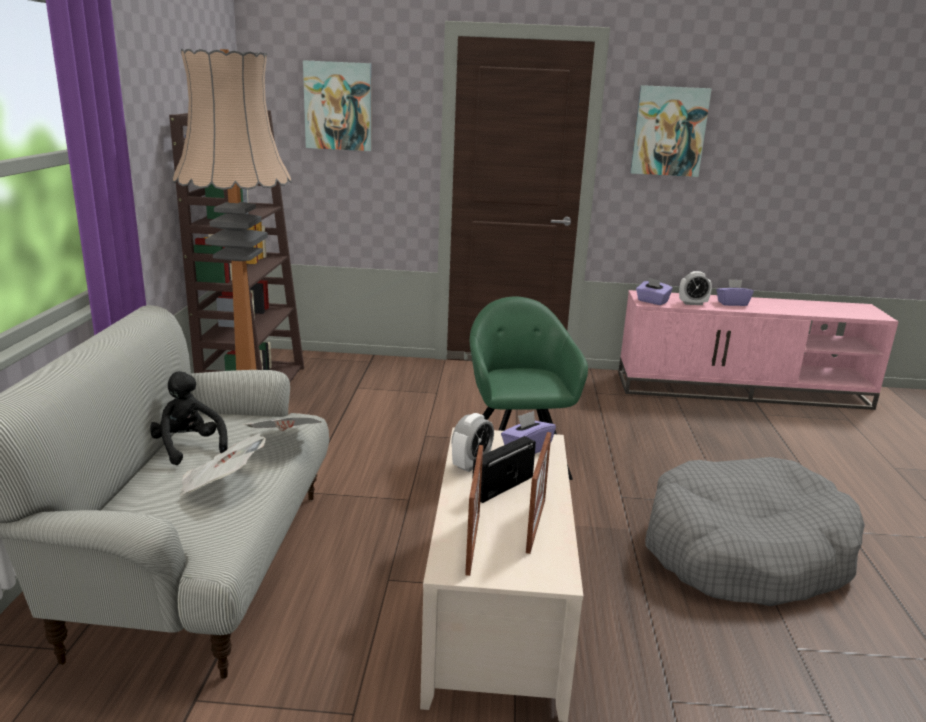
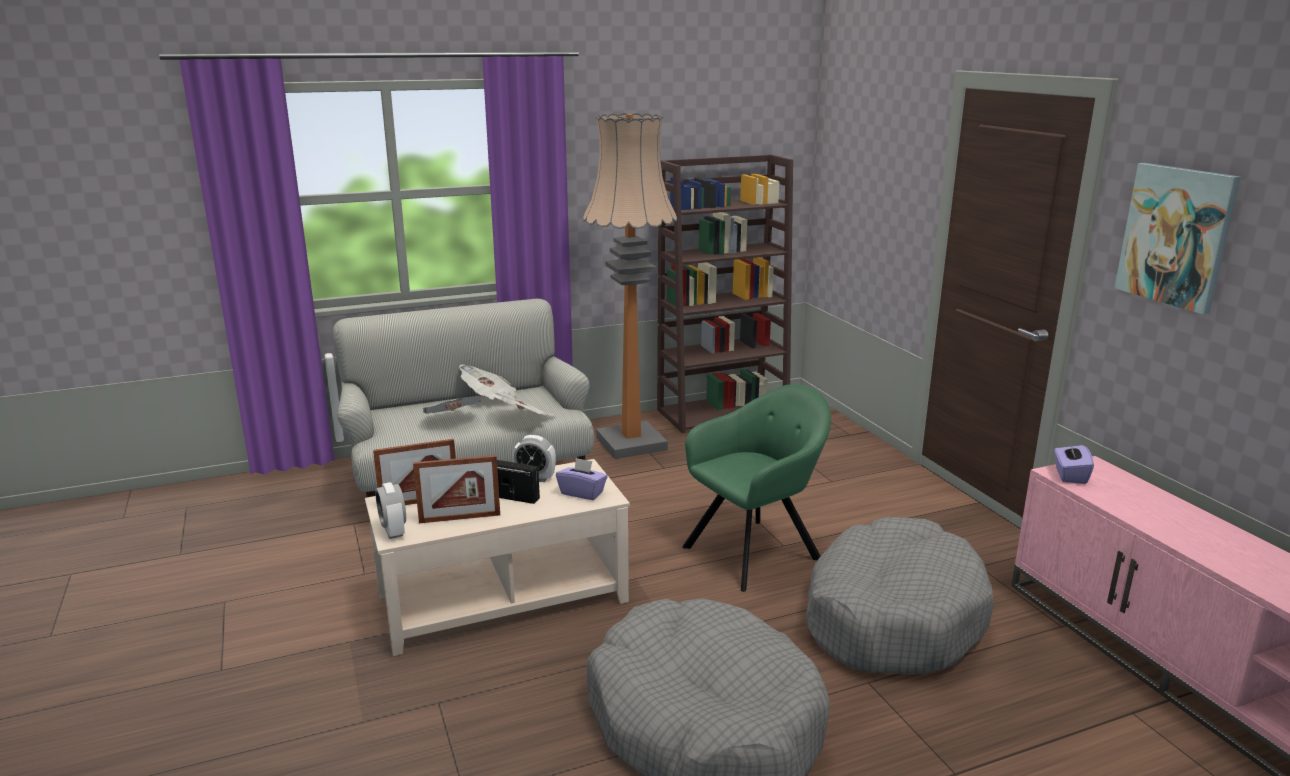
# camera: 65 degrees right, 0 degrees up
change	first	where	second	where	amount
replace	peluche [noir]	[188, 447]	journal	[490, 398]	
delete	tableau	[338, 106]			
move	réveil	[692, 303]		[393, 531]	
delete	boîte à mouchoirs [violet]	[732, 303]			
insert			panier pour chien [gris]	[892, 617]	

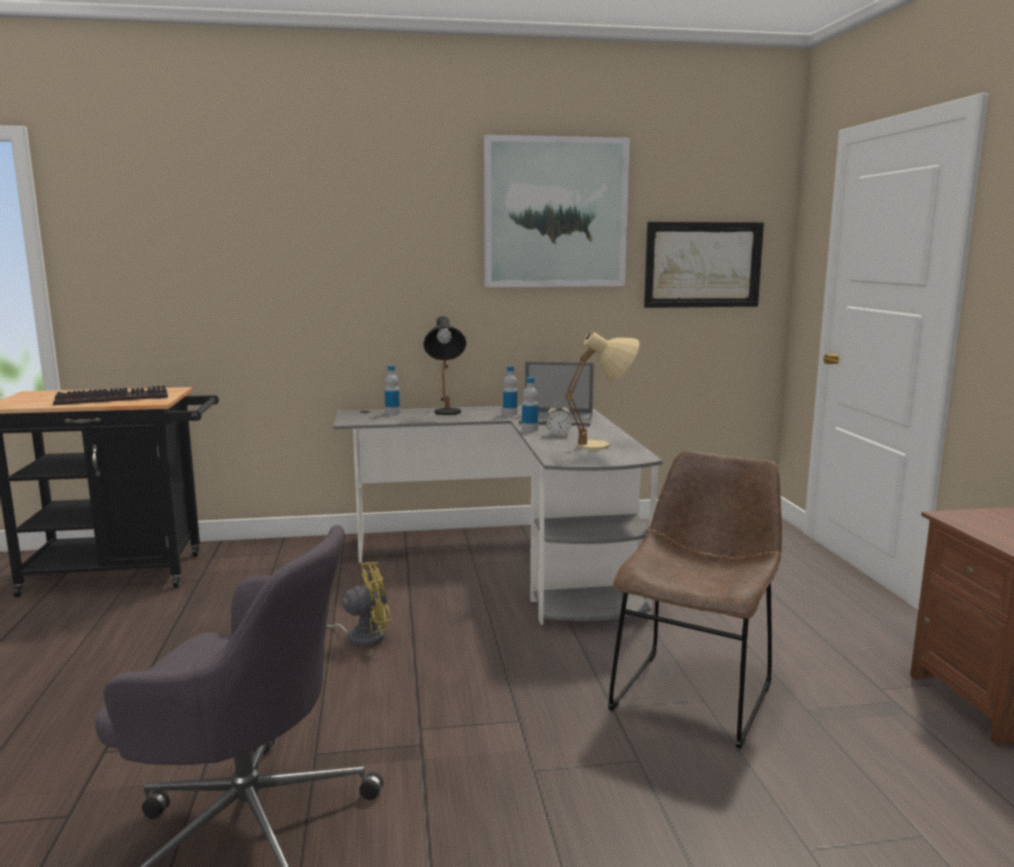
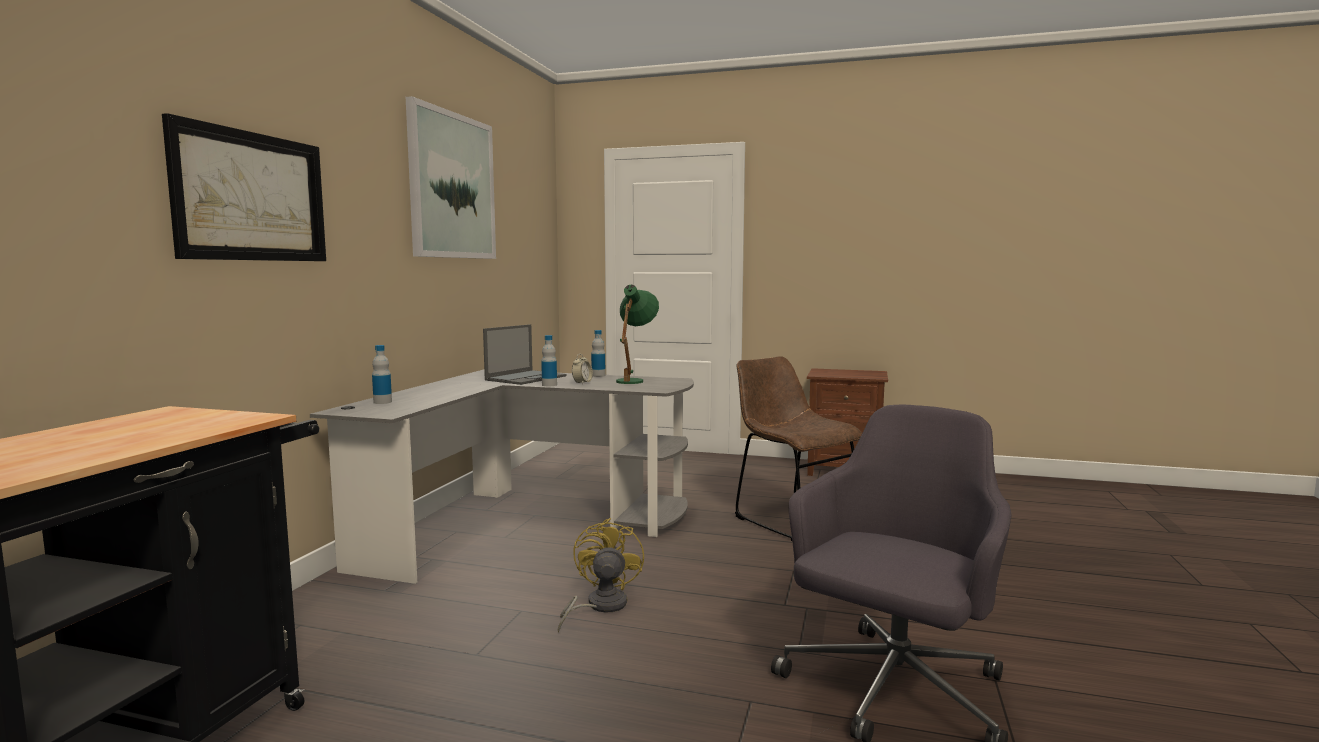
# camera: 65 degrees left, 5 degrees down
change	first	where	second	where	amount
delete	clavier	[114, 398]			
delete	lampe de table [noir]	[446, 414]			
move	bouteille	[510, 414]		[598, 375]	
recolor	lampe de table [beige]	[605, 446]	lampe de table [vert]	[634, 380]	
move	tableau	[702, 265]		[251, 197]	

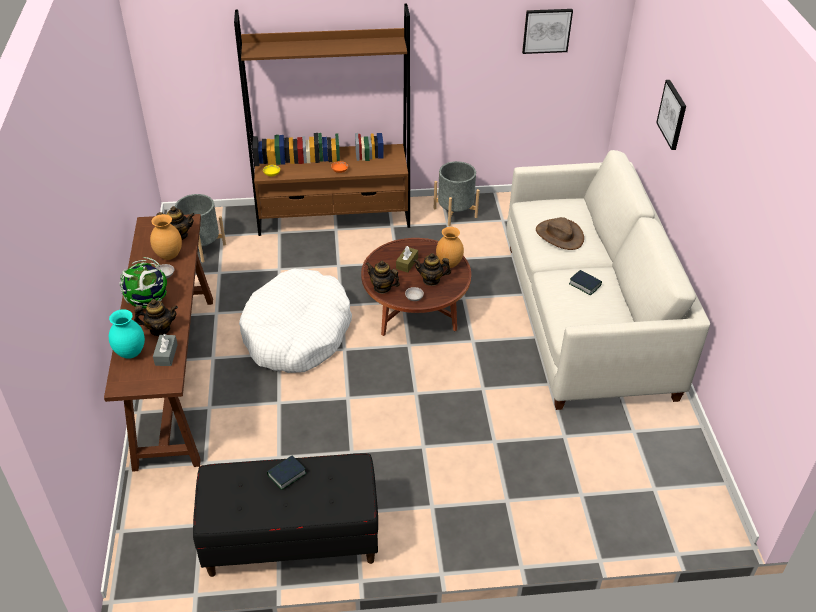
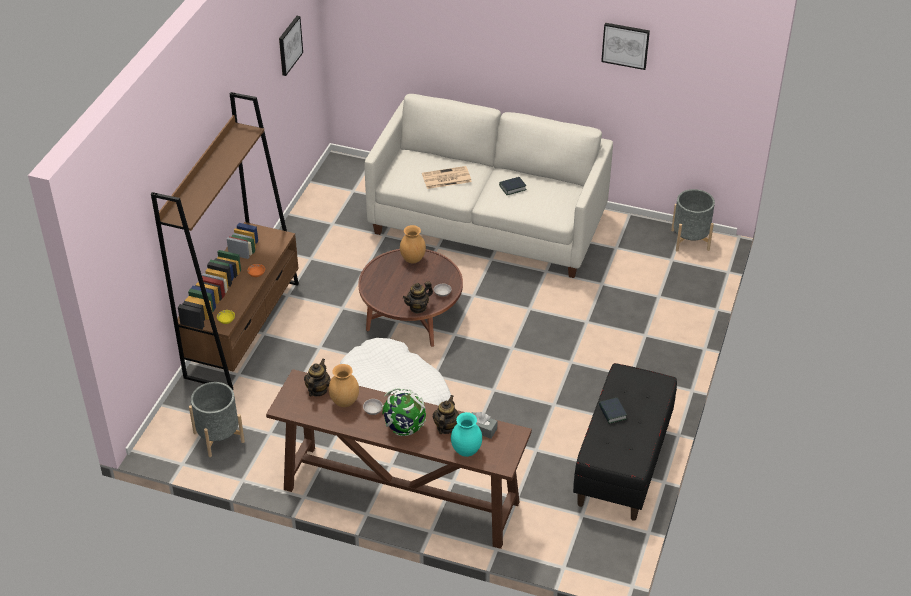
# camera: 65 degrees left, 0 degrees up
change	first	where	second	where	amount
delete	boîte à mouchoirs [marron]	[407, 263]			
delete	théière	[431, 280]			
move	cache-pot [gris]	[455, 212]		[690, 240]	
replace	chapeau [marron]	[559, 235]	journal	[446, 178]	
move	tableau	[672, 114]		[625, 45]	

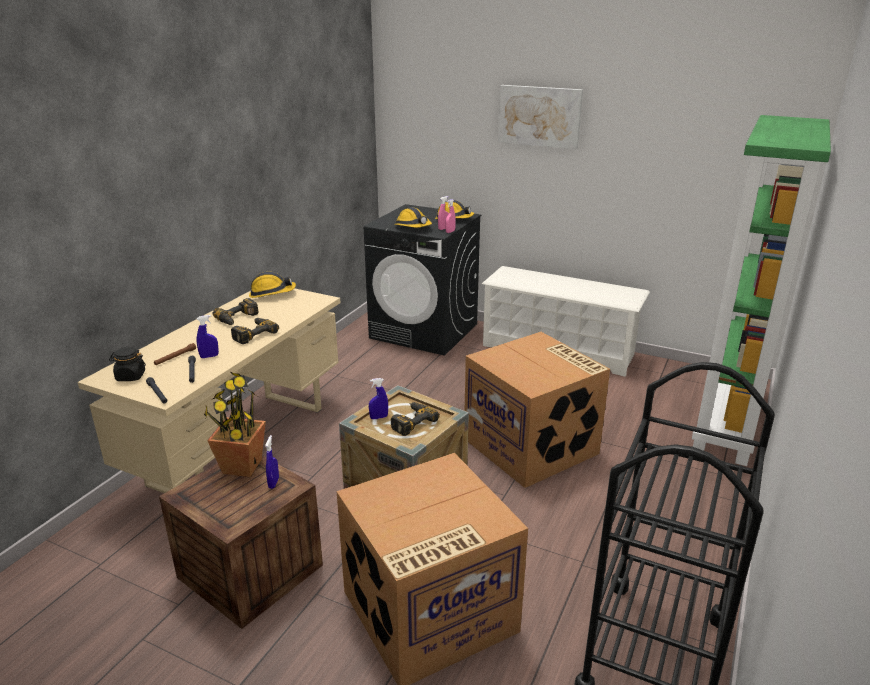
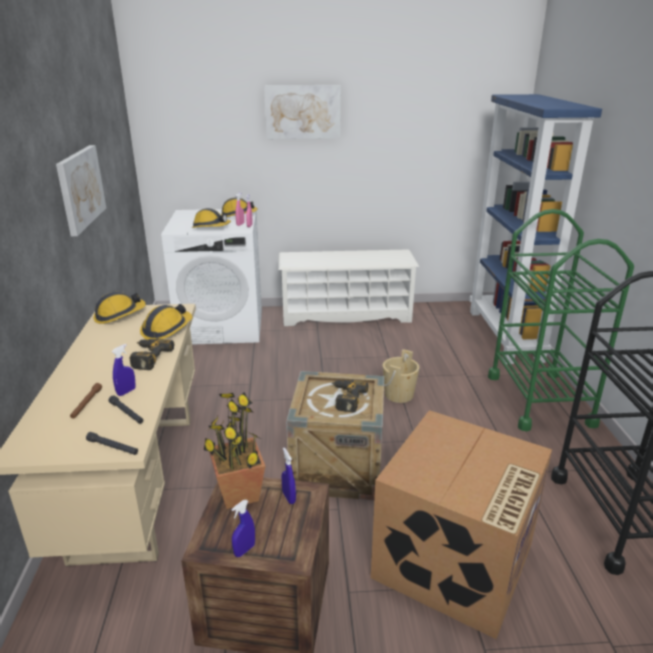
# camera: 30 degrees left, 0 degrees up
change	first	where	second	where	amount
delete	bocal [noir]	[130, 376]			
delete	perceuse	[239, 318]			
recolor	lave-linge [noir]	[424, 331]	lave-linge [blanc]	[222, 326]	
move	vaporisateur [bleu]	[379, 417]		[244, 550]	
replace	carton	[532, 446]	seau [beige]	[399, 395]	
recolor	bibliothèque [vert]	[728, 421]	bibliothèque [bleu]	[505, 335]	
insert			tableau	[80, 188]	
insert			casque de chantier	[166, 329]	
insert			chariot [vert]	[539, 399]	

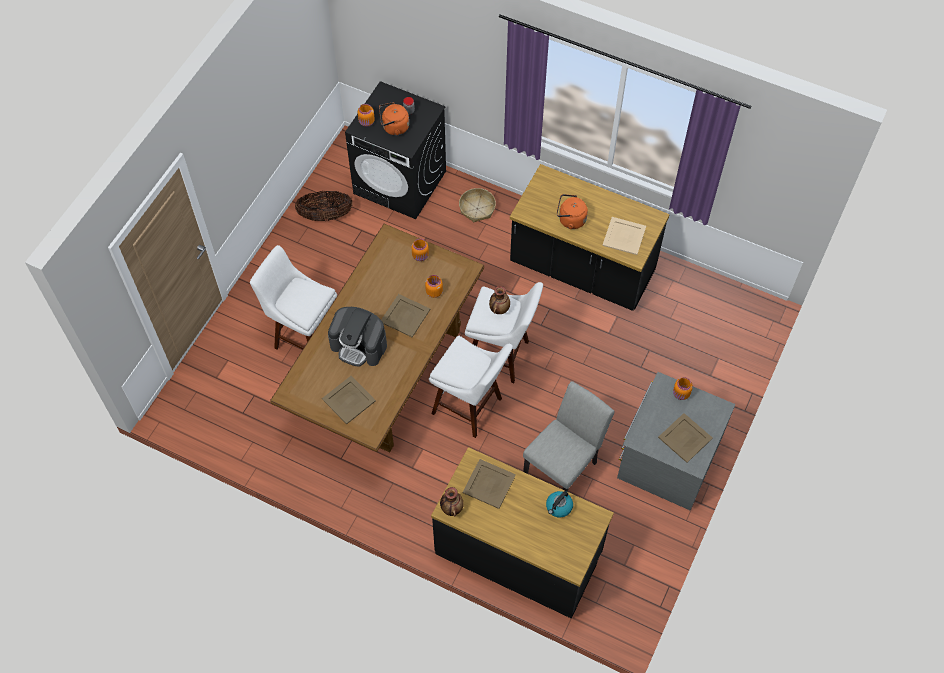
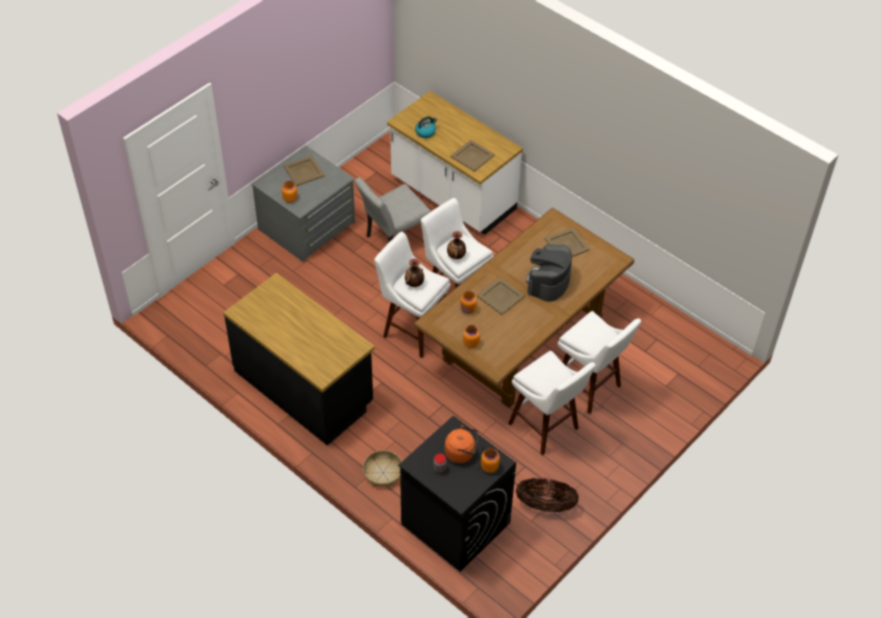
# camera: 165 degrees left, 10 degrees down
change	first	where	second	where	amount
rotate	machine à café	[359, 345]		[548, 282]	105 degrees counterclockwise
recolor	comptoir de cuisine [noir]	[518, 553]	comptoir de cuisine [blanc]	[452, 195]	
move	vase	[451, 508]		[456, 256]	
delete	bouilloire [orange]	[570, 220]			
delete	plateau [beige]	[623, 236]			
insert			tabouret [blanc]	[546, 429]	

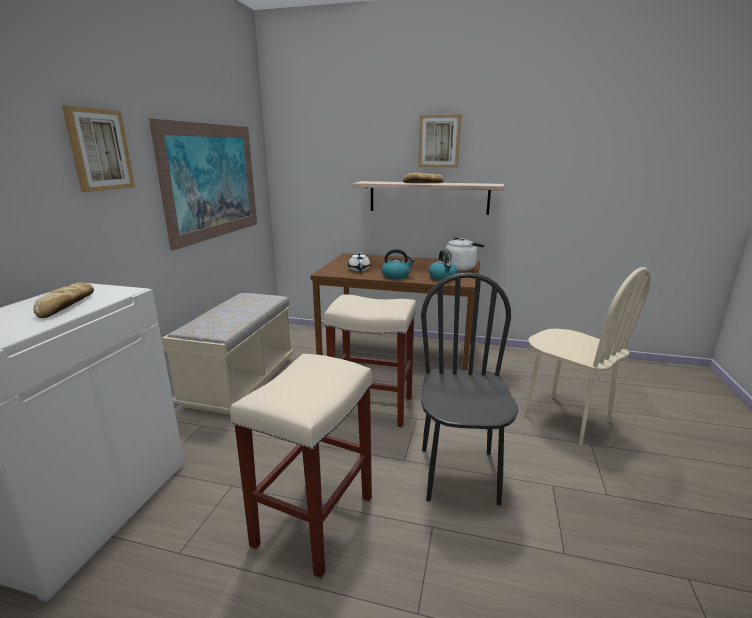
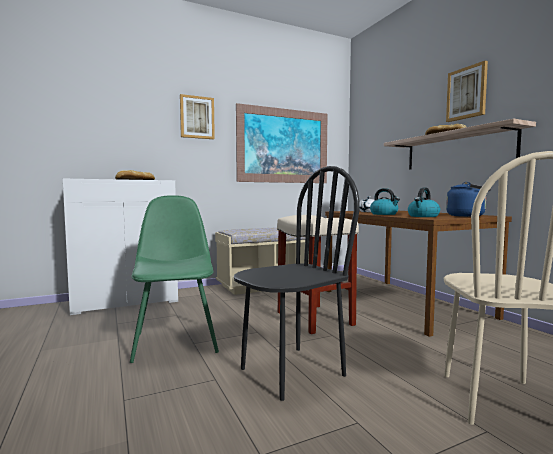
# camera: 50 degrees right, 15 degrees down
change	first	where	second	where	amount
replace	tabouret [beige]	[314, 519]	chaise [vert]	[176, 341]	
recolor	bouilloire [blanc]	[461, 268]	bouilloire [bleu]	[468, 216]	

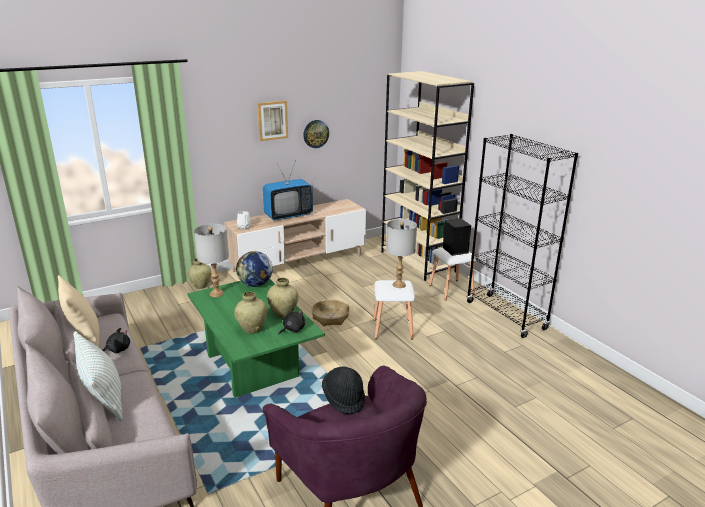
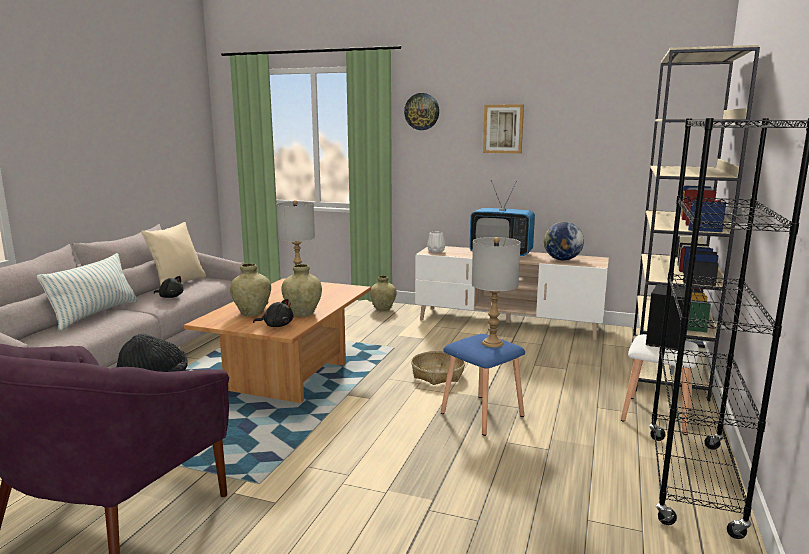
# camera: 50 degrees right, 10 degrees down
change	first	where	second	where	amount
recolor	table basse [vert]	[255, 366]	table basse [marron]	[290, 378]	
move	globe	[255, 284]		[562, 260]	
move	horloge murale	[315, 134]		[422, 111]	
recolor	tabouret [blanc]	[393, 329]	tabouret [bleu]	[481, 415]	

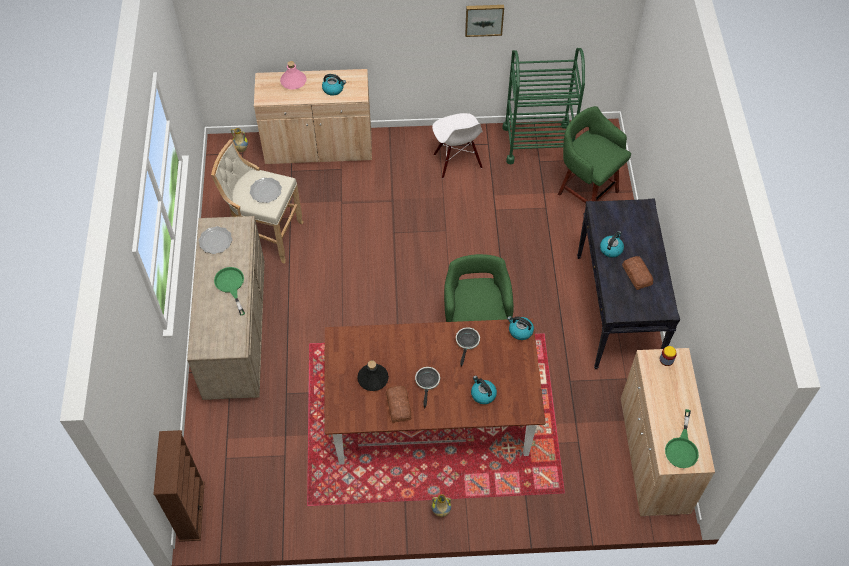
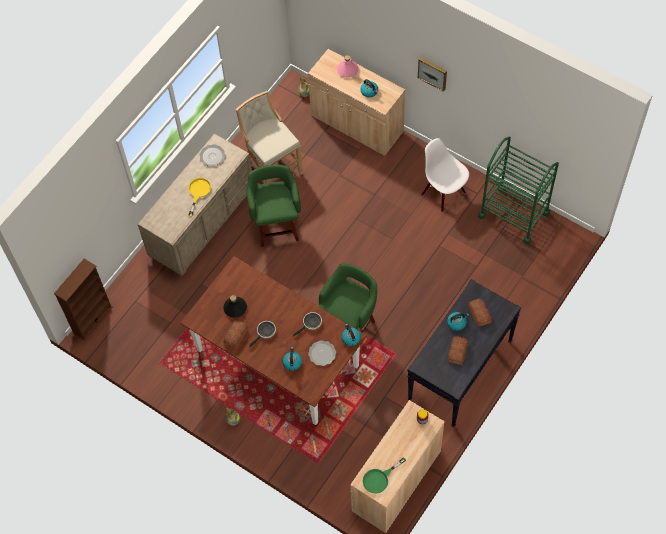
# camera: 40 degrees right, 5 degrees up
change	first	where	second	where	amount
recolor	poêle [vert]	[231, 286]	poêle [jaune]	[198, 192]	
move	assiette	[266, 191]		[322, 354]	
rotate	chaise [blanc]	[457, 161]		[443, 193]	120 degrees clockwise
move	tableau	[484, 19]		[433, 73]	
move	tabouret [vert]	[586, 191]		[276, 226]	
insert			pain	[480, 313]	

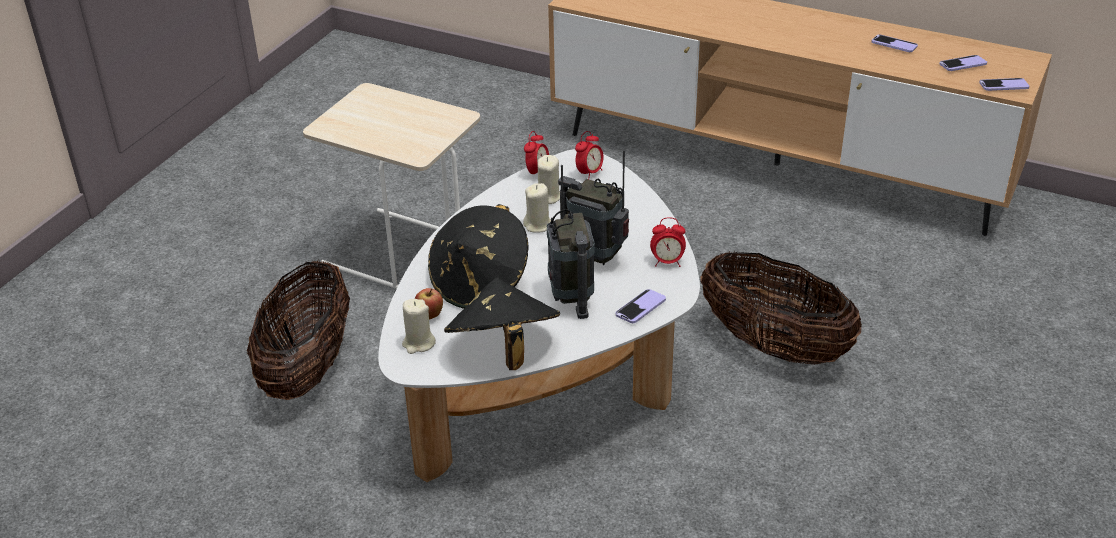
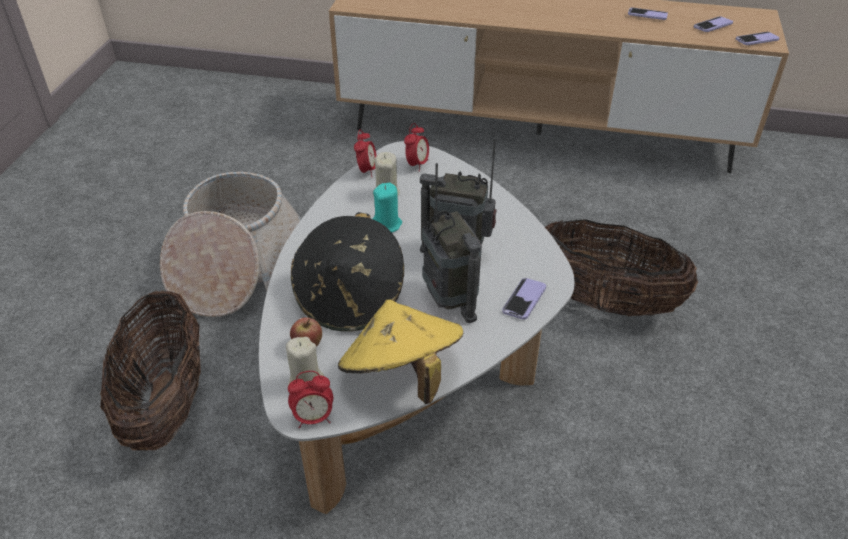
# camera: 15 degrees left, 5 degrees up
change	first	where	second	where	amount
replace	table d'appoint [beige]	[404, 256]	panier	[235, 265]	
recolor	chapeau [noir]	[503, 350]	chapeau [jaune]	[401, 375]	
recolor	bougie [beige]	[538, 225]	bougie [turquoise]	[387, 224]	
move	réveil	[667, 262]		[313, 418]	

